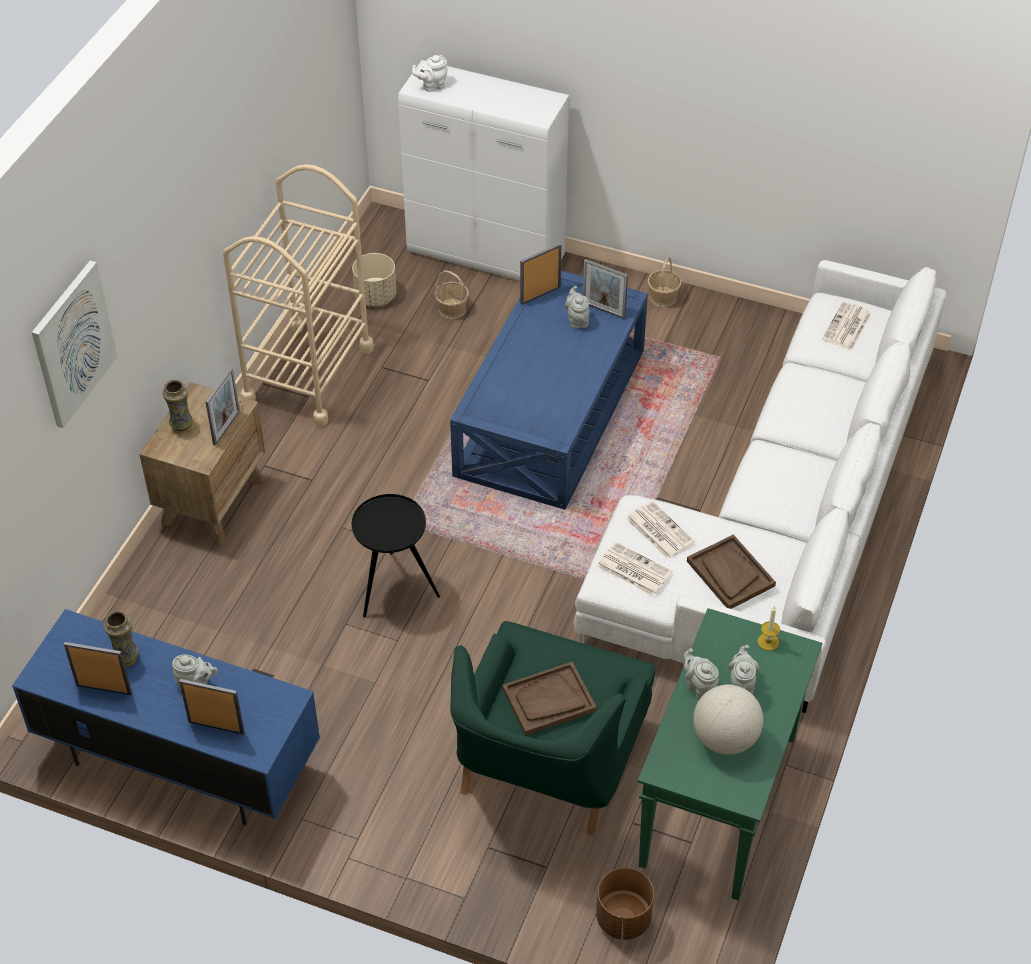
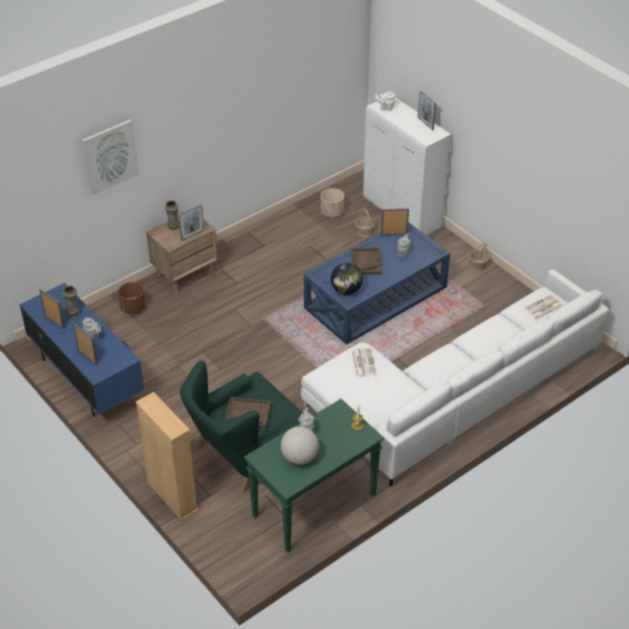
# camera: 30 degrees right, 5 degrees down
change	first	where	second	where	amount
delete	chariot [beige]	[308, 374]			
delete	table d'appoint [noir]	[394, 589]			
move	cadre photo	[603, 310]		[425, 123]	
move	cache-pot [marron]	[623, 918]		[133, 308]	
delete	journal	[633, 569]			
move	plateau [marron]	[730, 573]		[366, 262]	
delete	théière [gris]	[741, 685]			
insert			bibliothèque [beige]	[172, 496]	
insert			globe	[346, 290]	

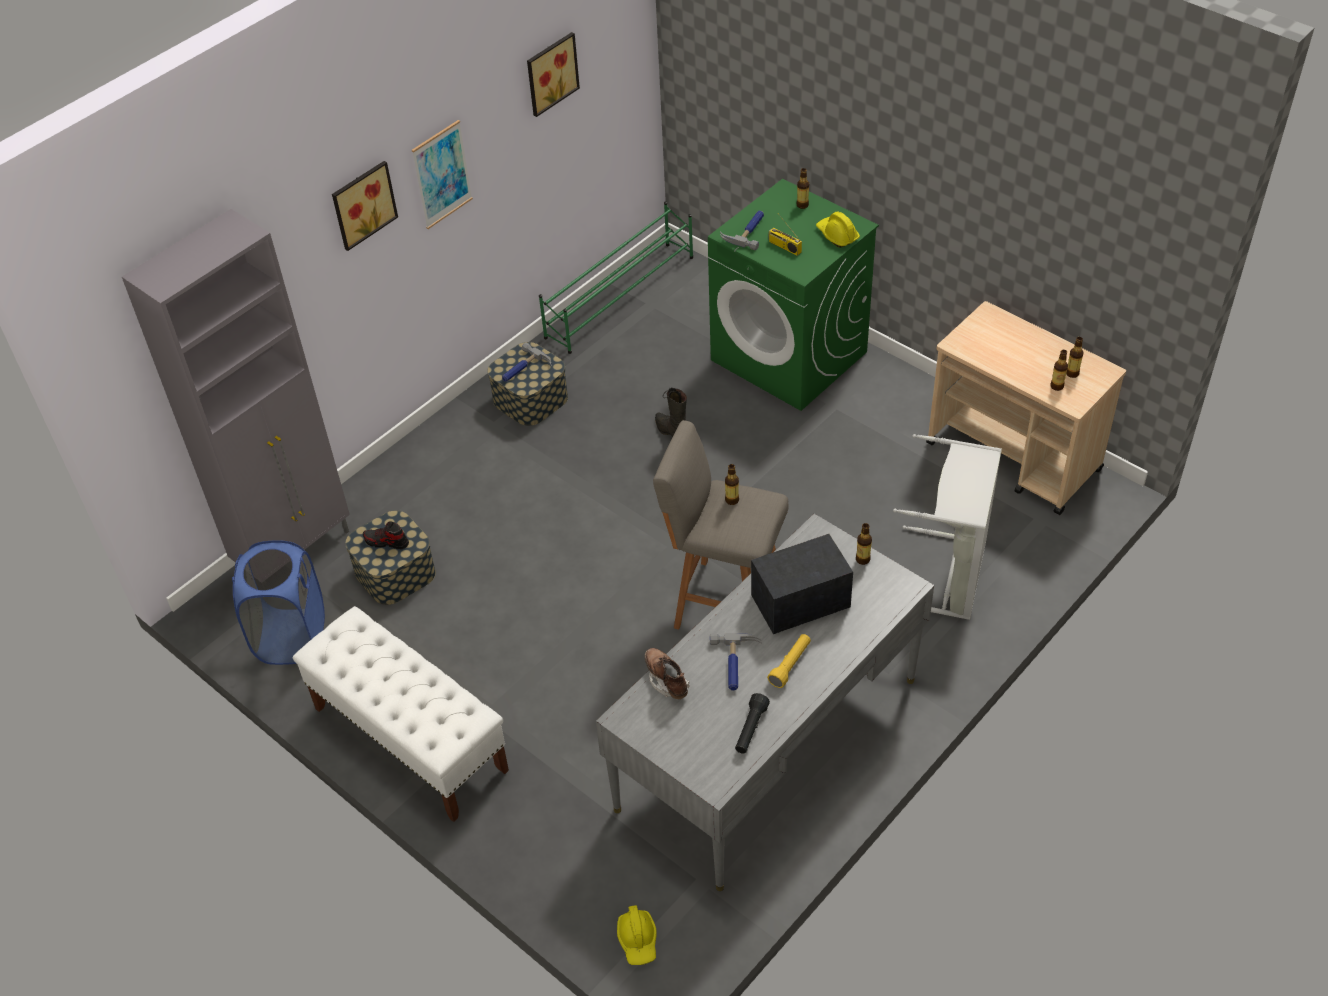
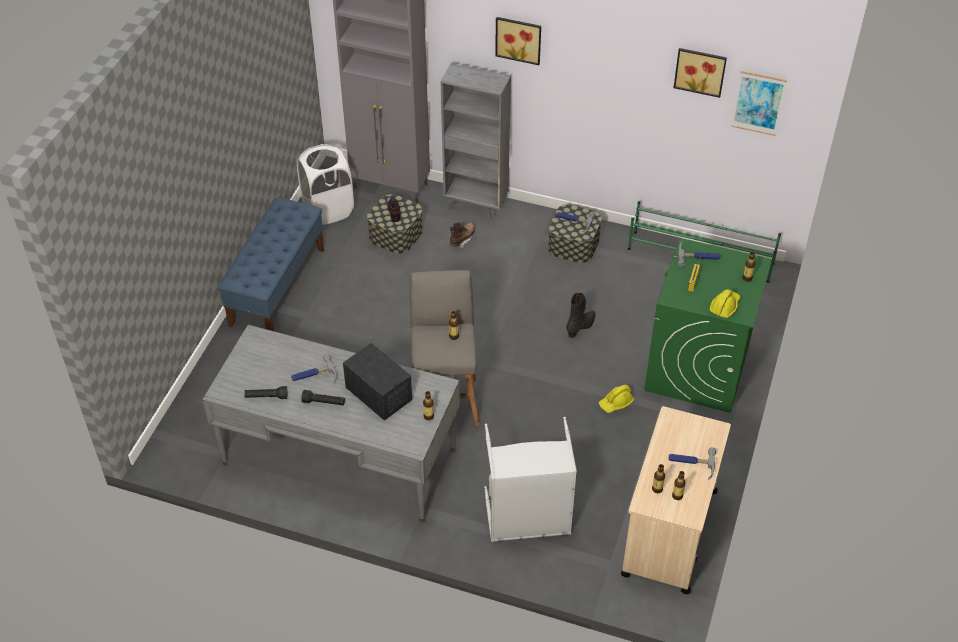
# camera: 65 degrees right, 0 degrees up
change	first	where	second	where	amount
recolor	panier à linge [bleu]	[291, 637]	panier à linge [blanc]	[328, 209]	
recolor	banc [blanc]	[409, 739]	banc [bleu]	[277, 286]	
move	tableau	[442, 174]		[758, 103]	
move	casque de chantier [jaune]	[638, 940]		[616, 403]	
move	botte [marron]	[666, 680]		[462, 239]	
recolor	lampe de poche [jaune]	[790, 665]	lampe de poche [noir]	[324, 402]	
insert			bibliothèque [gris]	[476, 206]	
insert			marteau	[691, 464]	

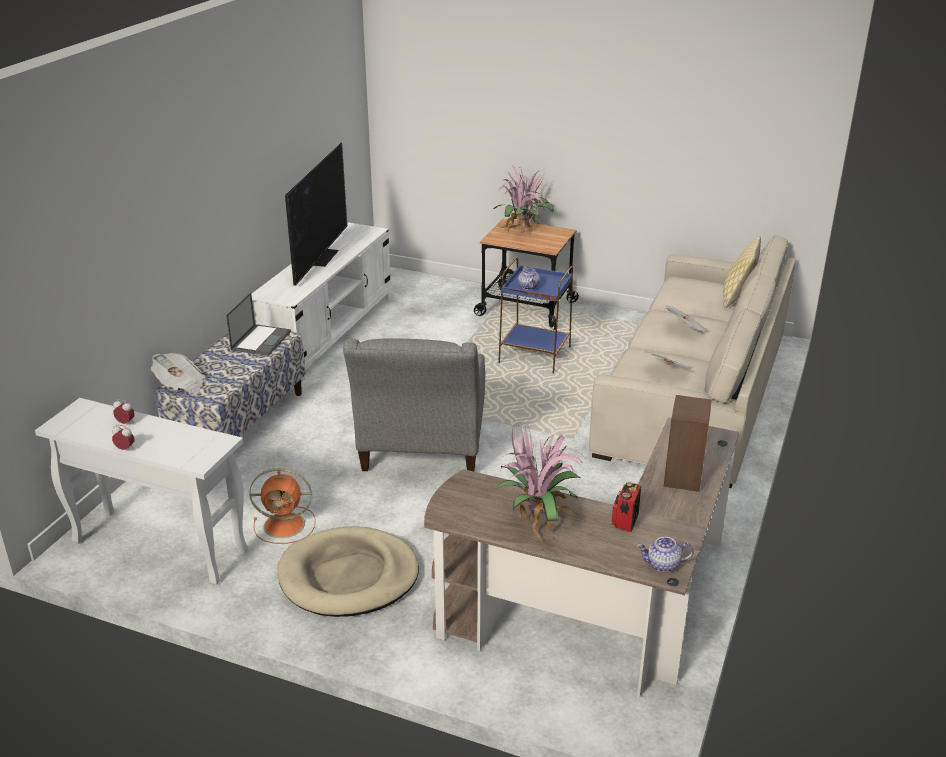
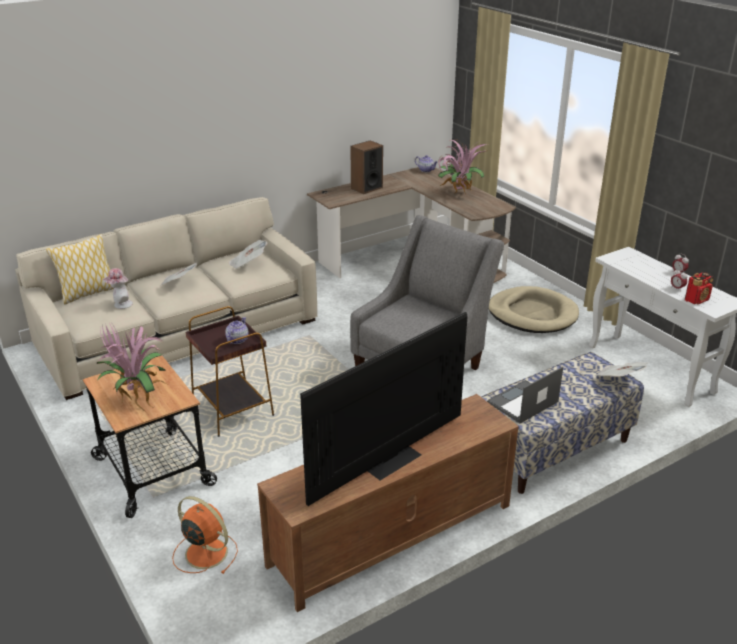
# camera: 145 degrees left, 0 degrees up
change	first	where	second	where	amount
move	ventilateur [orange]	[286, 525]		[204, 552]	
recolor	meuble télé [blanc]	[328, 332]	meuble télé [marron]	[391, 535]	
recolor	table d'appoint [bleu]	[535, 355]	table d'appoint [marron]	[233, 410]	
move	radio	[624, 522]		[697, 300]	
insert			chapeau	[120, 305]	

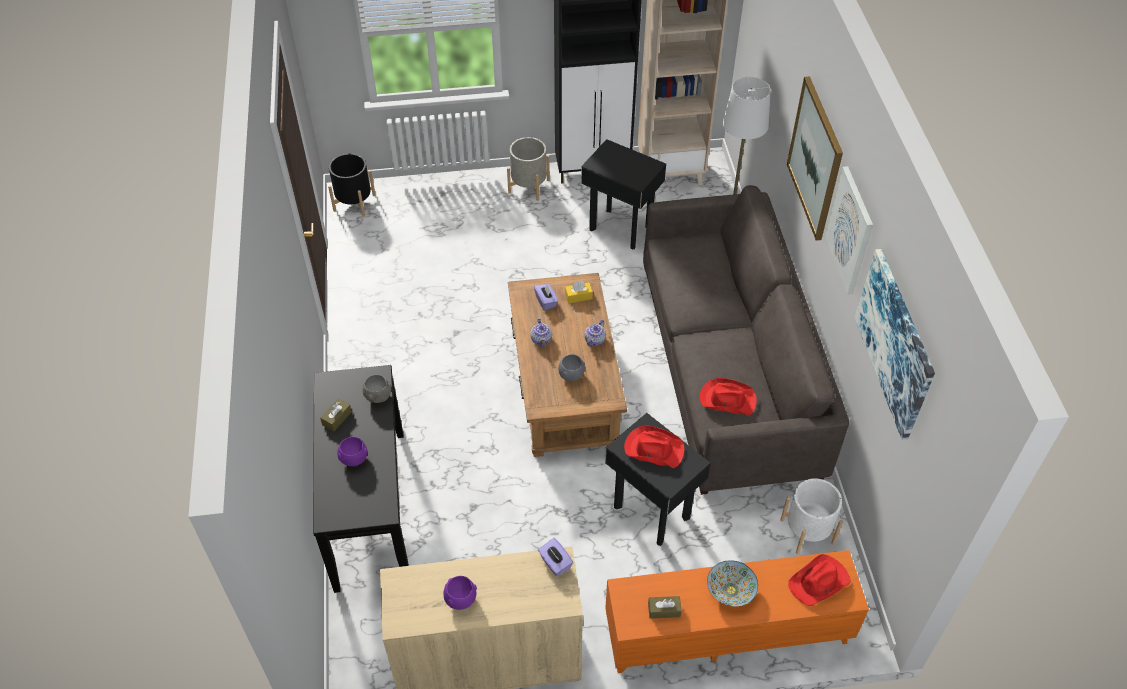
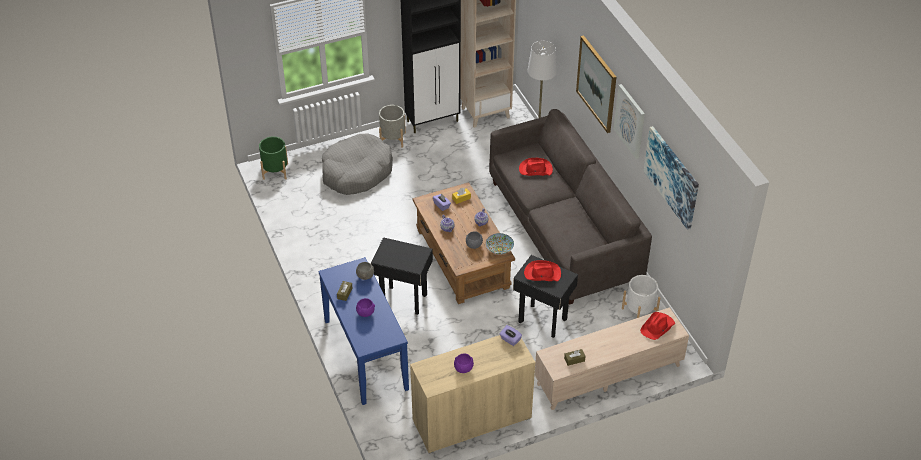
# camera: 15 degrees left, 5 degrees down
change	first	where	second	where	amount
recolor	table console [noir]	[369, 508]	table console [bleu]	[365, 354]	
recolor	cache-pot [noir]	[354, 202]	cache-pot [vert]	[275, 171]	
move	table d'appoint [noir]	[620, 228]		[403, 300]	
recolor	meuble télé [orange]	[727, 632]	meuble télé [beige]	[608, 375]	
move	chapeau [rouge]	[727, 399]		[535, 169]	
move	bol	[730, 590]		[499, 249]	
insert			panier pour chien [gris]	[356, 172]	

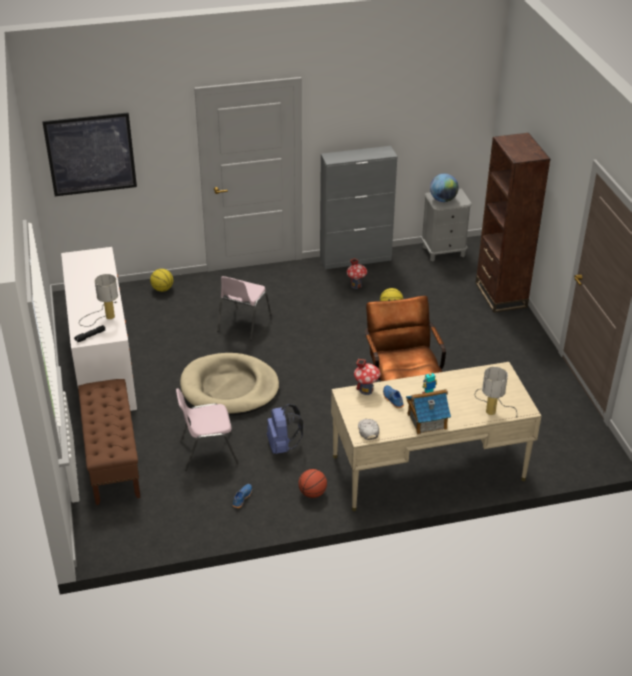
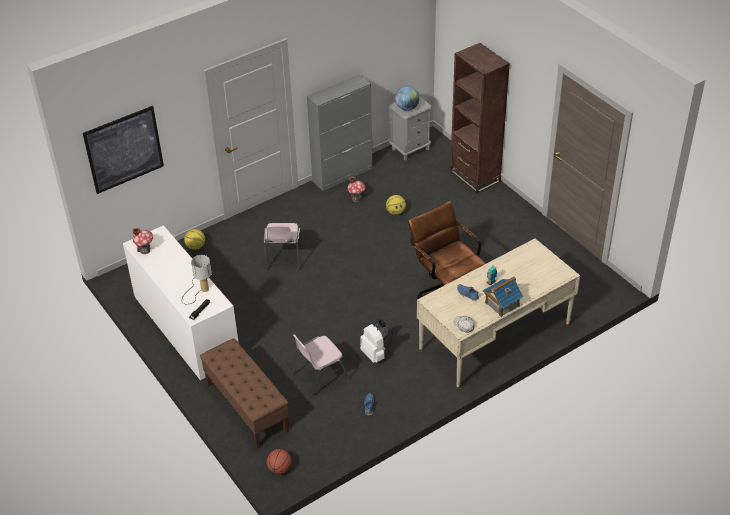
# camera: 20 degrees left, 5 degrees up
change	first	where	second	where	amount
delete	panier pour chien [beige]	[229, 388]			
recolor	sac à dos [bleu]	[283, 446]	sac à dos [blanc]	[376, 354]	
move	ballon de basket	[312, 493]		[280, 469]	
move	maison miniature	[366, 390]		[145, 250]	
delete	lampe de table	[492, 407]			

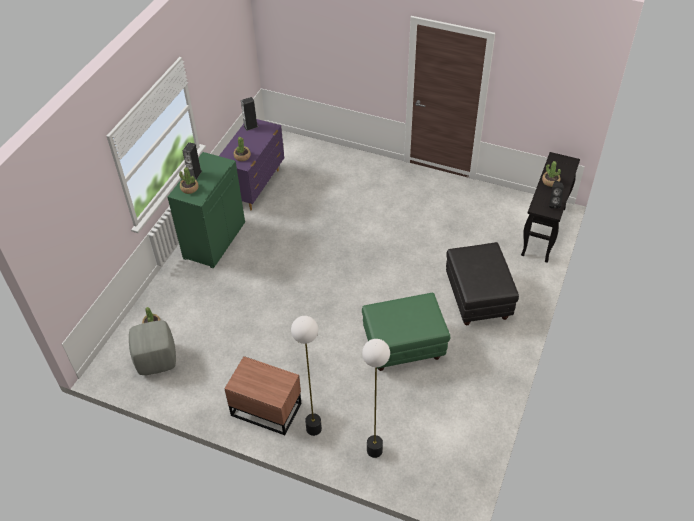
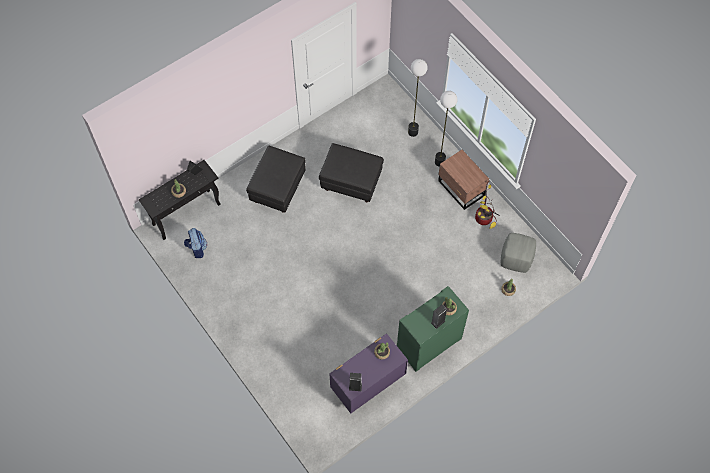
# camera: 150 degrees left, 15 degrees up
change	first	where	second	where	amount
recolor	pouf [vert]	[403, 347]	pouf [noir]	[351, 182]	
insert			sac à dos	[197, 248]	
insert			plante en pot	[485, 219]	

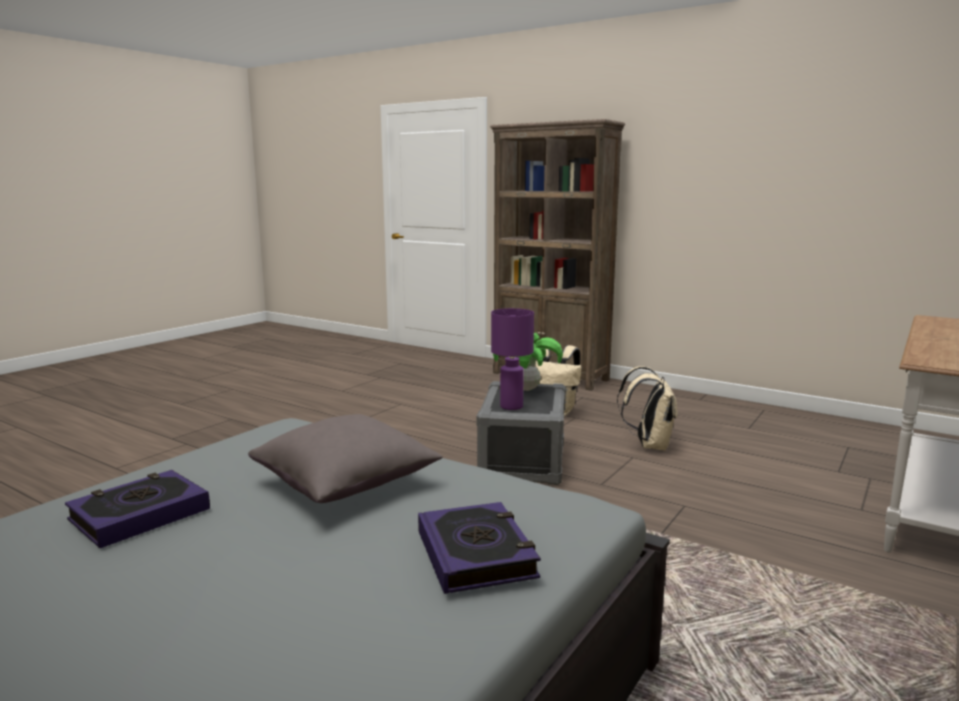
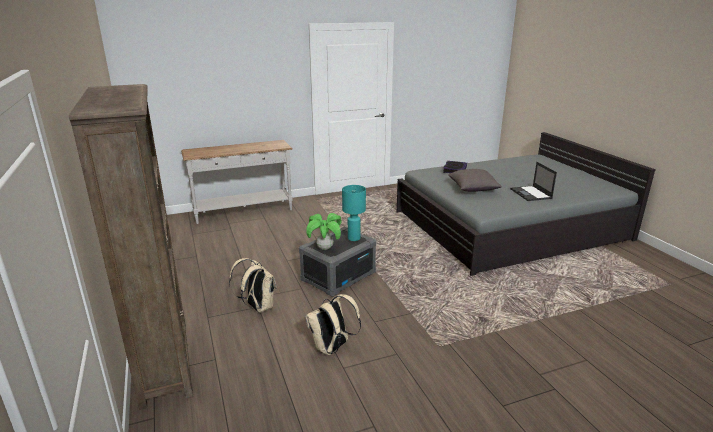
# camera: 145 degrees left, 10 degrees up
change	first	where	second	where	amount
replace	livre	[140, 515]	ordinateur portable	[531, 194]	
recolor	lampe de table [violet]	[510, 406]	lampe de table [turquoise]	[354, 238]	
move	sac à dos [beige]	[649, 445]		[332, 348]	

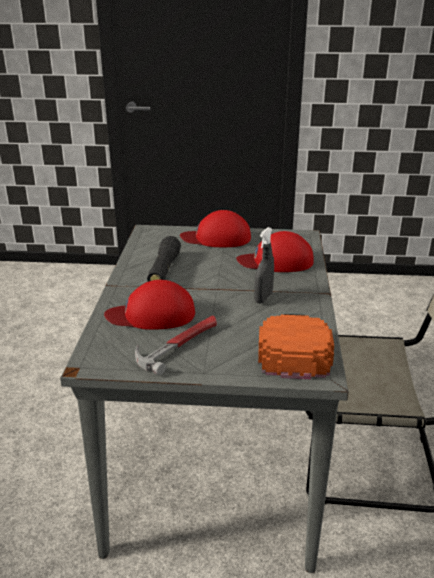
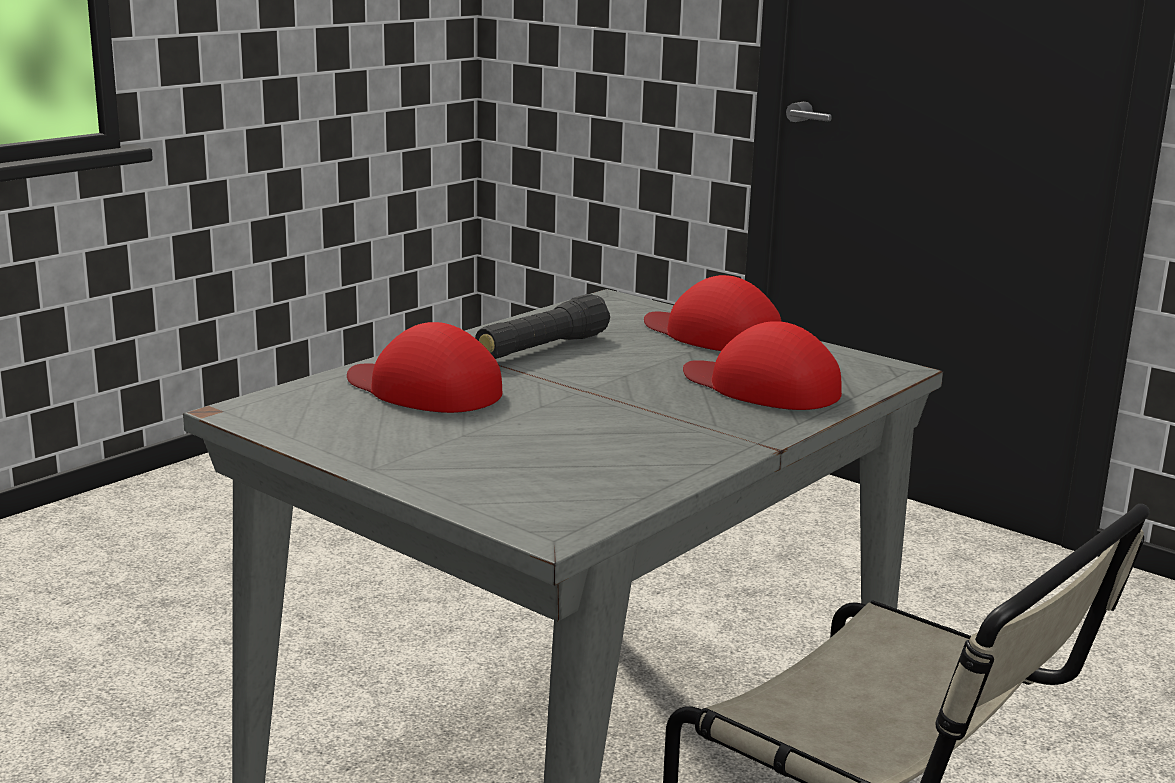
# camera: 35 degrees right, 10 degrees down
change	first	where	second	where	amount
delete	marteau	[179, 344]			
delete	vaporisateur [gris]	[263, 298]			
delete	casquette [orange]	[293, 348]			

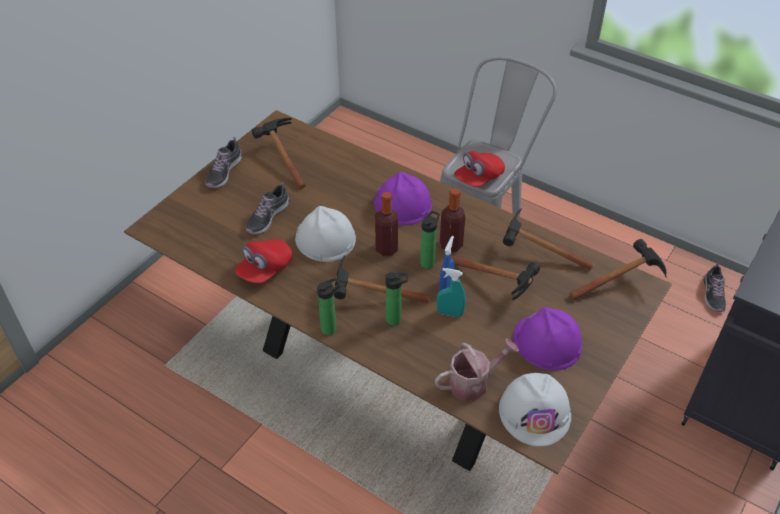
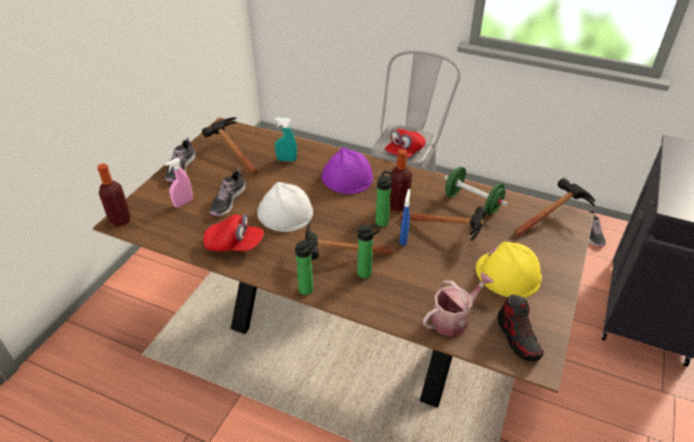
# camera: 10 degrees left, 5 degrees down
change	first	where	second	where	amount
rotate	casquette [rouge]	[265, 269]		[234, 245]	105 degrees counterclockwise
move	bouteille	[386, 249]		[120, 220]	
move	vaporisateur [turquoise]	[450, 313]		[286, 160]	
replace	casque de chantier [blanc]	[535, 412]	chaussure	[518, 337]	
replace	marteau	[535, 253]	haltère [vert]	[472, 203]	
recolor	casque de chantier [violet]	[547, 342]	casque de chantier [jaune]	[507, 274]	
insert			vaporisateur [rose]	[183, 203]	

